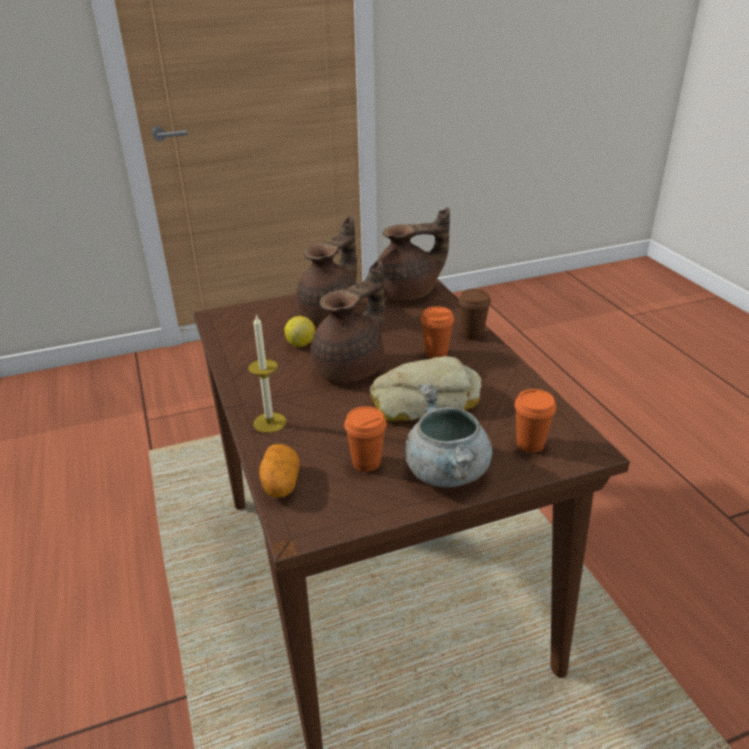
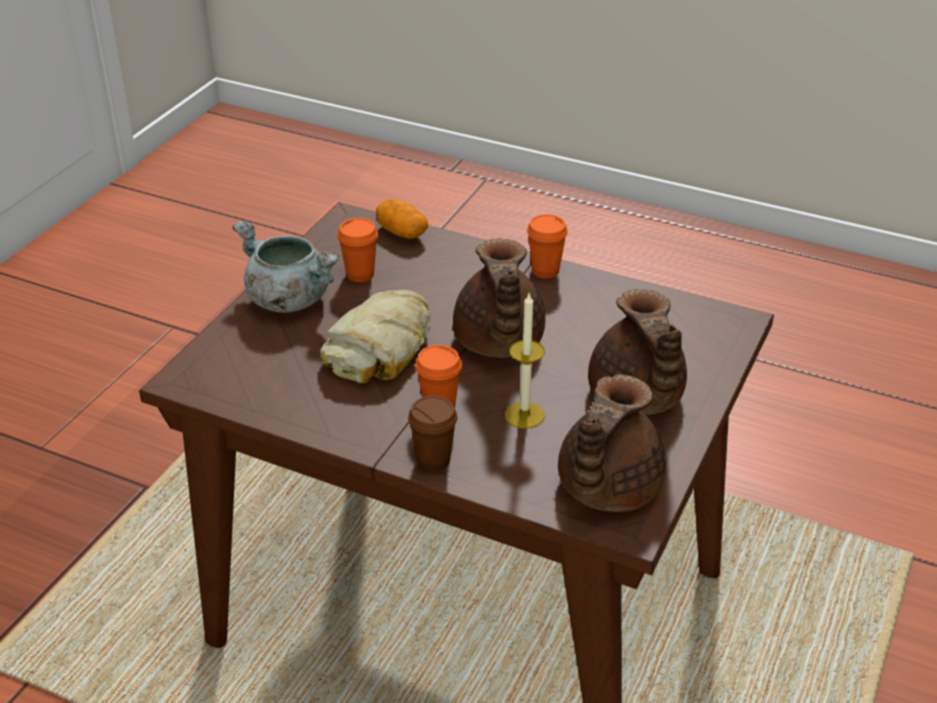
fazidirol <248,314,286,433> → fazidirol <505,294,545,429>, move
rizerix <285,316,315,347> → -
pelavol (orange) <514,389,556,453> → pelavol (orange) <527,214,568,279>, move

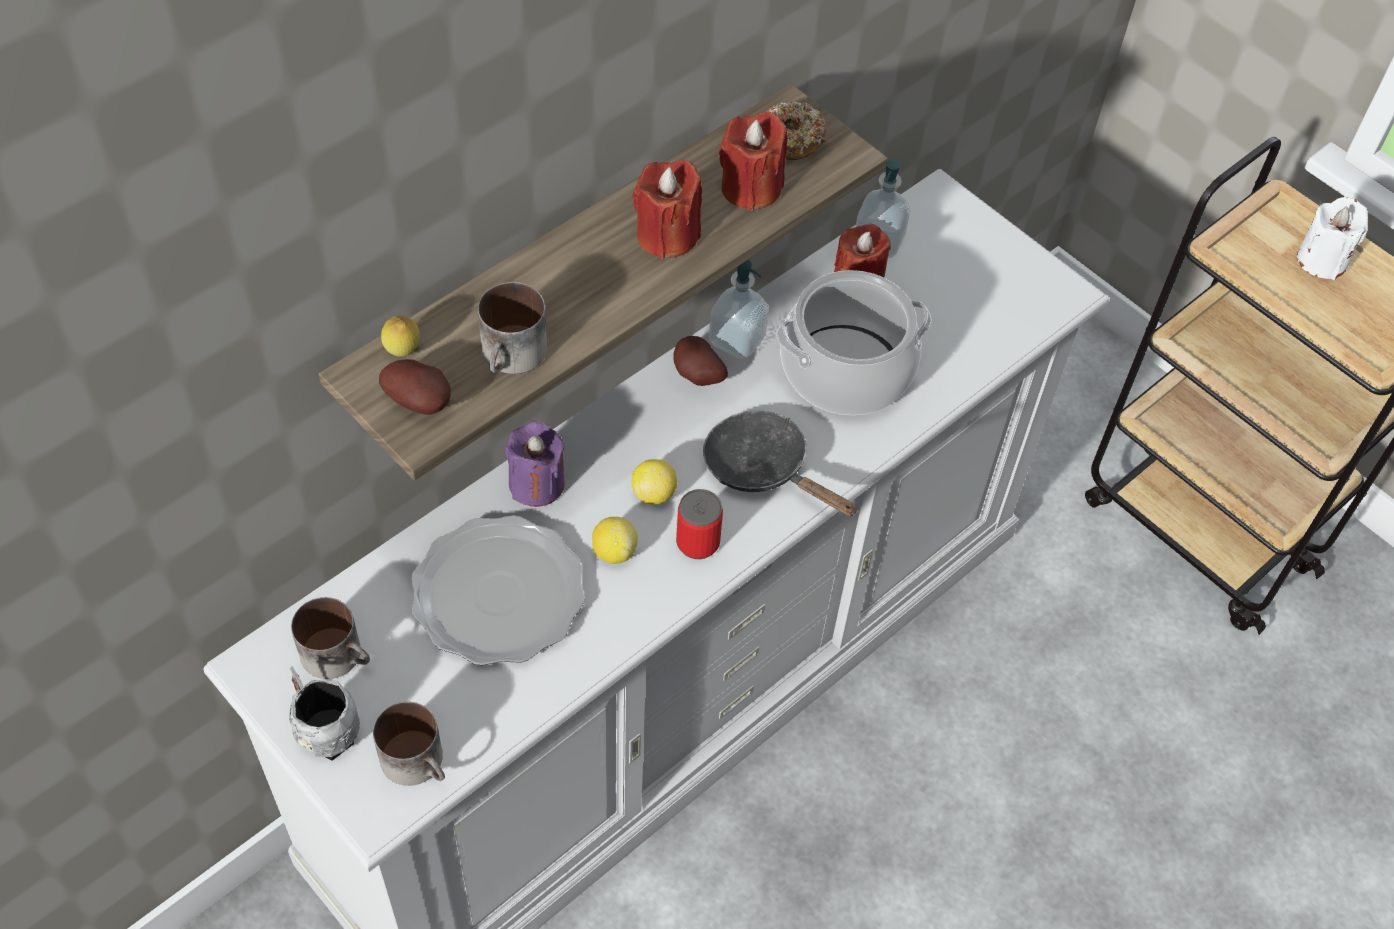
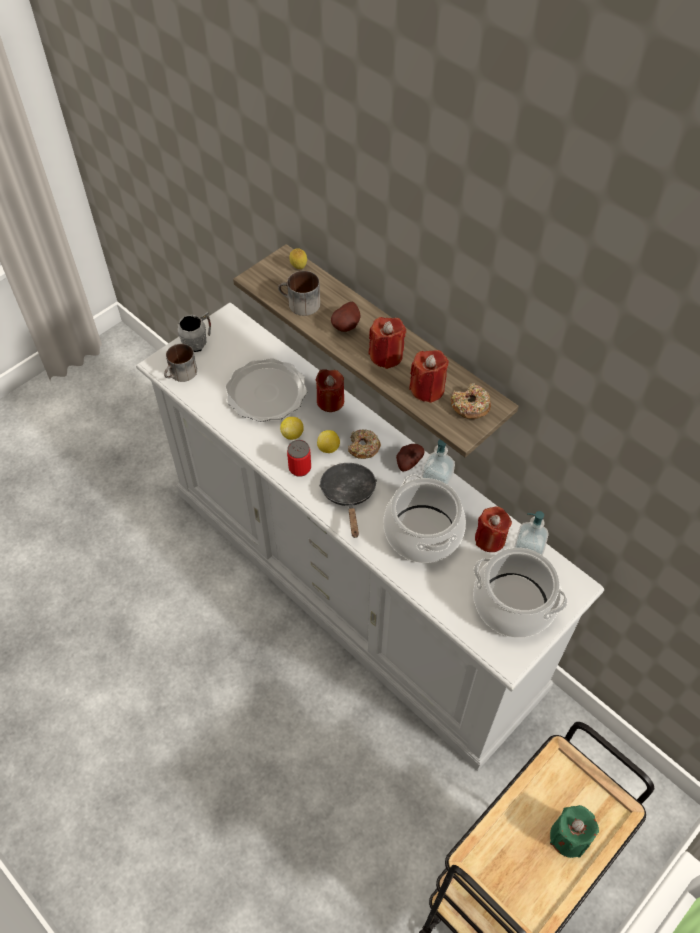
fazidirol (white) <1297,197,1368,280> → fazidirol (green) <550,805,599,858>
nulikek <379,359,451,415> → nulikek <331,302,361,332>, move
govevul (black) <703,411,858,517> → govevul (black) <319,463,377,538>, 45 degrees counterclockwise
fazidirol (purple) <505,421,565,507> → fazidirol (red) <316,370,344,412>
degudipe <291,597,370,679> → -
- → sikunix <348,429,381,459>
- → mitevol <473,548,568,638>

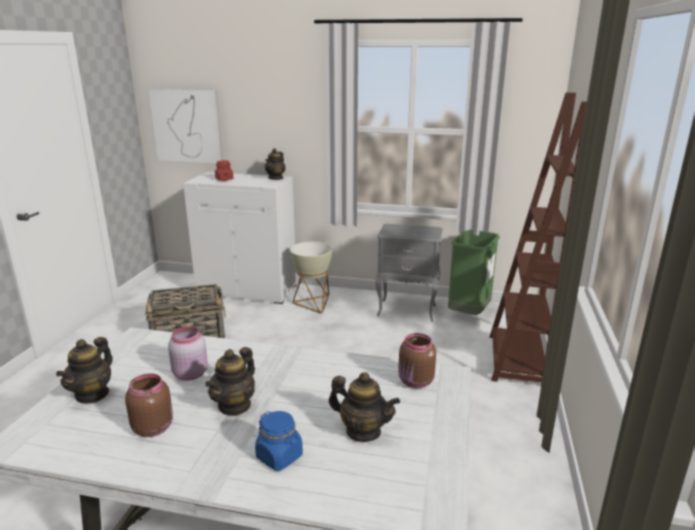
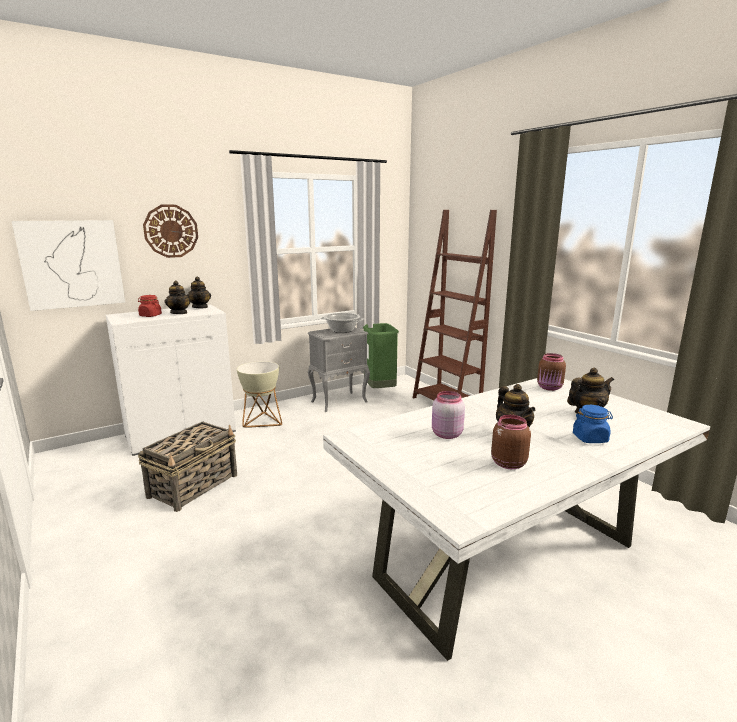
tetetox <56,337,113,404> → tetetox <165,281,191,314>, move
- → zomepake <143,205,198,258>
- → mitevol <321,313,364,333>

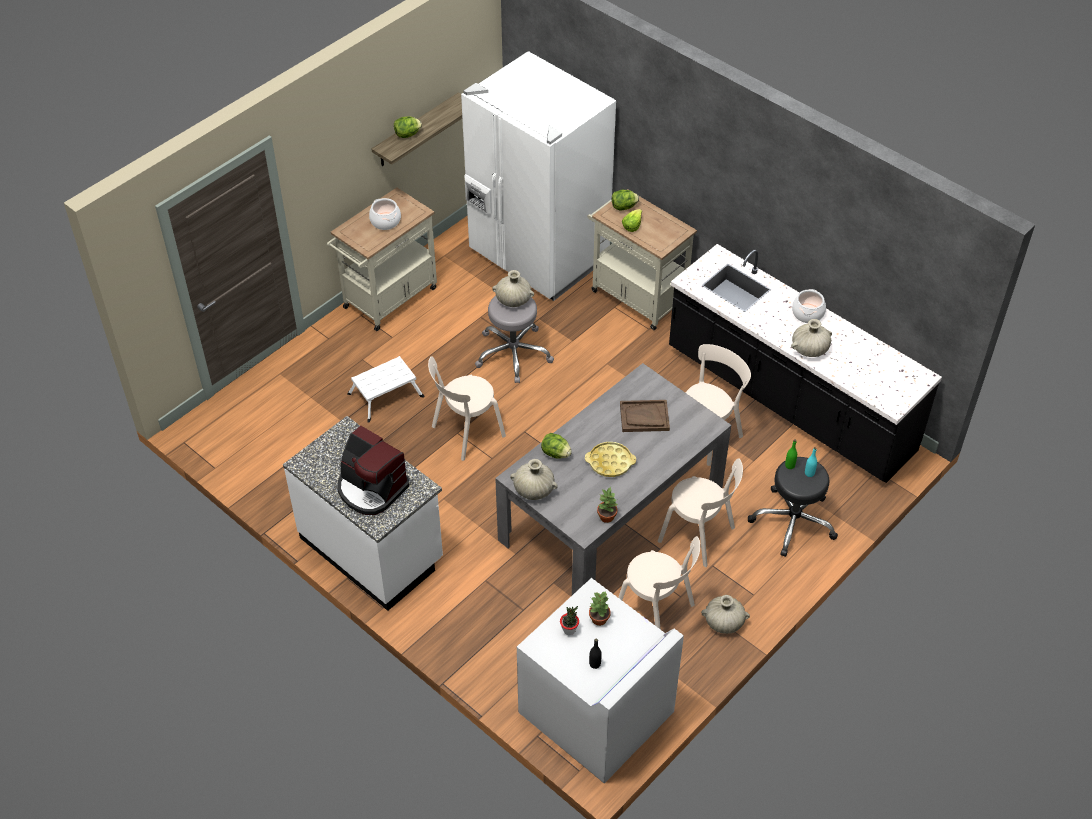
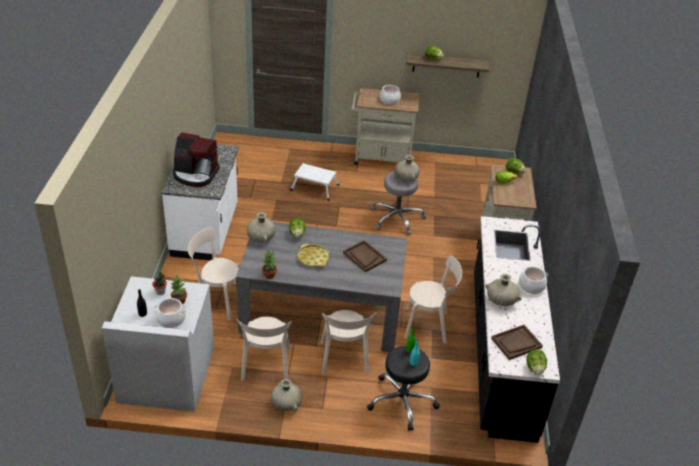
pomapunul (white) <461,51,616,301> → -
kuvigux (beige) <428,356,506,461> → kuvigux (beige) <188,228,240,321>, move
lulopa <337,425,410,515> → lulopa <173,132,220,187>, 75 degrees counterclockwise
- → mitevol <153,298,186,328>
- → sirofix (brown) <491,325,543,360>
- → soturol <526,349,547,375>

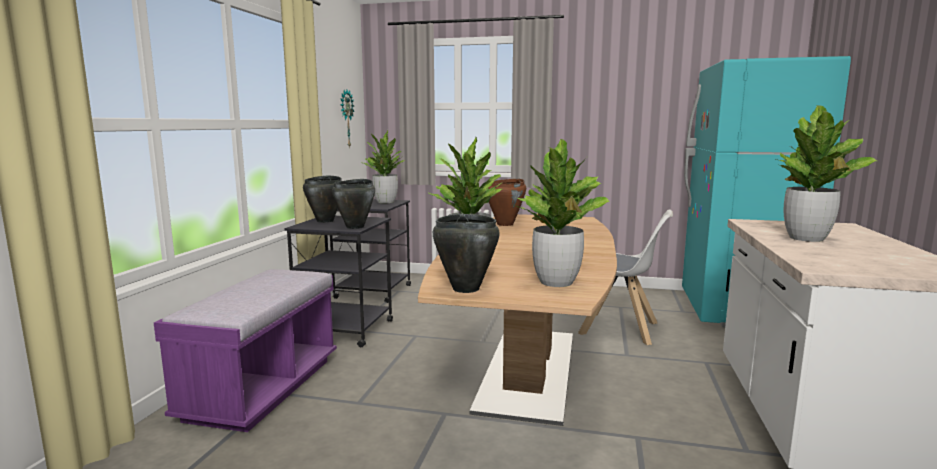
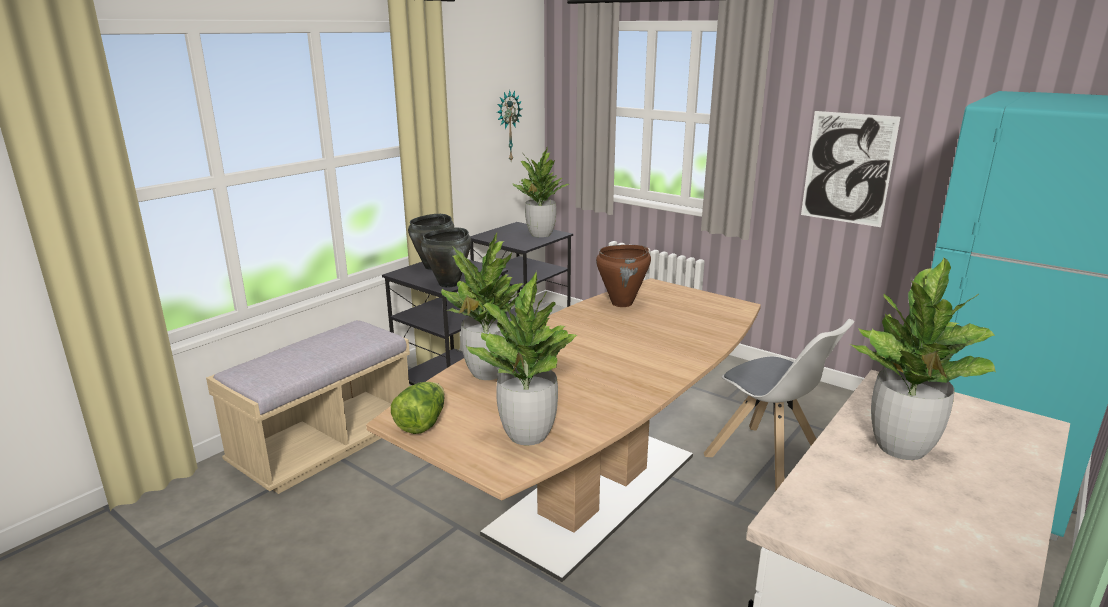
mitevol (black) <433,214,500,293> → soturol <391,382,445,434>
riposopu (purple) <154,269,337,432> → riposopu (beige) <206,320,410,494>
- → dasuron <801,111,901,227>

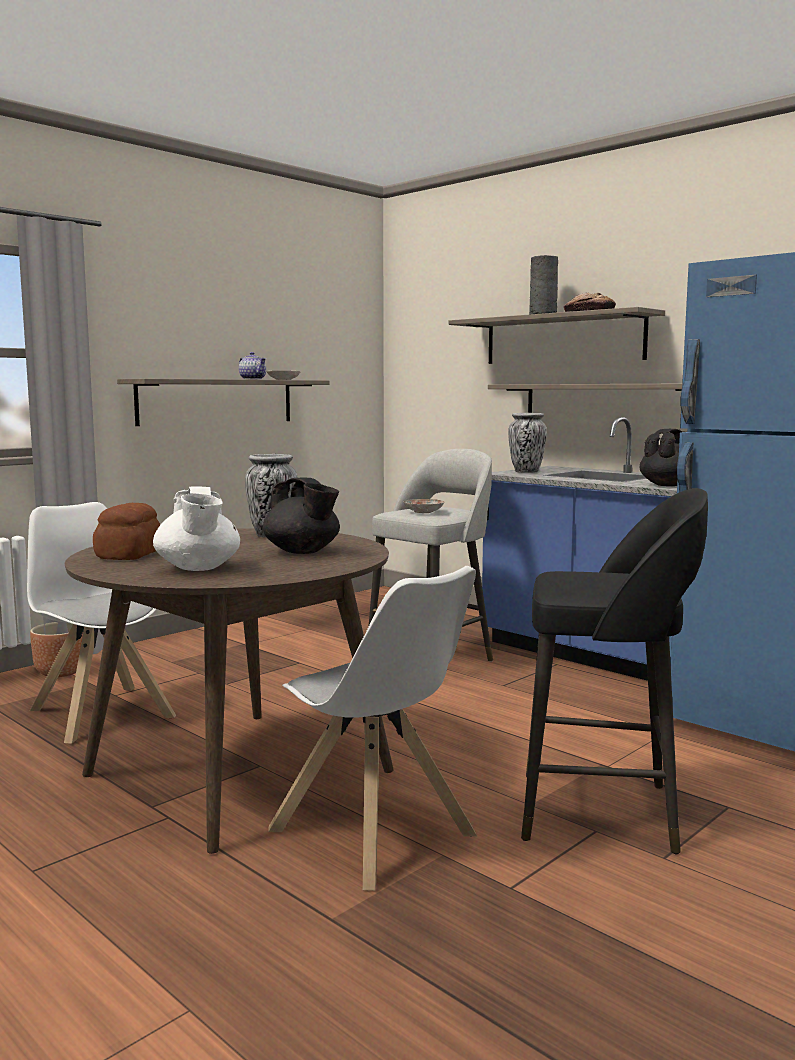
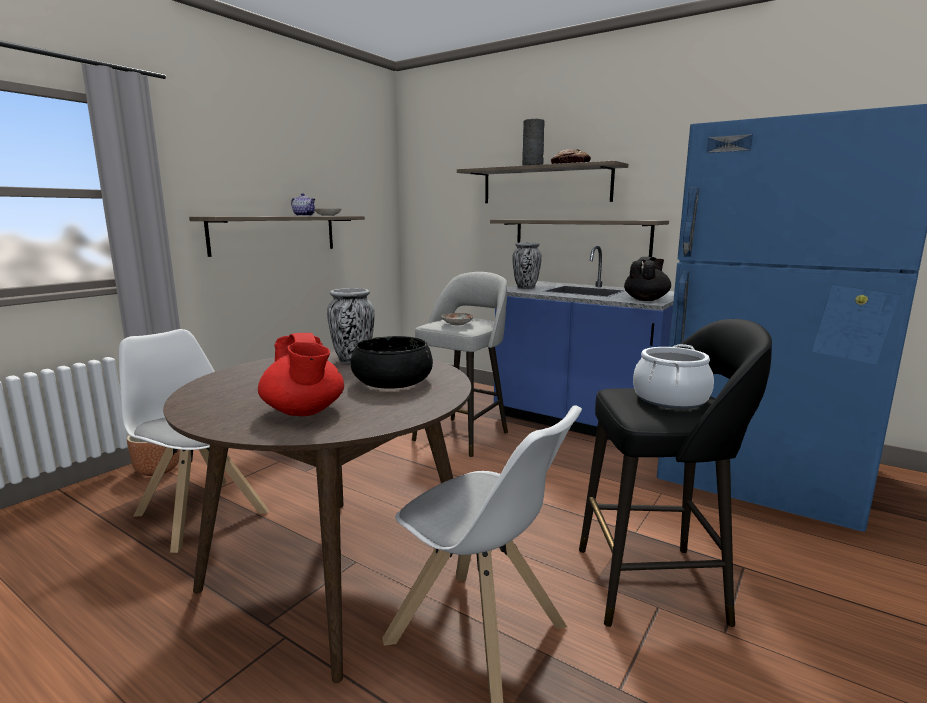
tetetox (black) <262,478,340,554> → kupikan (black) <350,336,433,389>
tetetox (white) <153,487,240,571> → tetetox (red) <258,333,344,416>
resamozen <93,503,161,560> → -
- → mitevol <633,344,714,409>

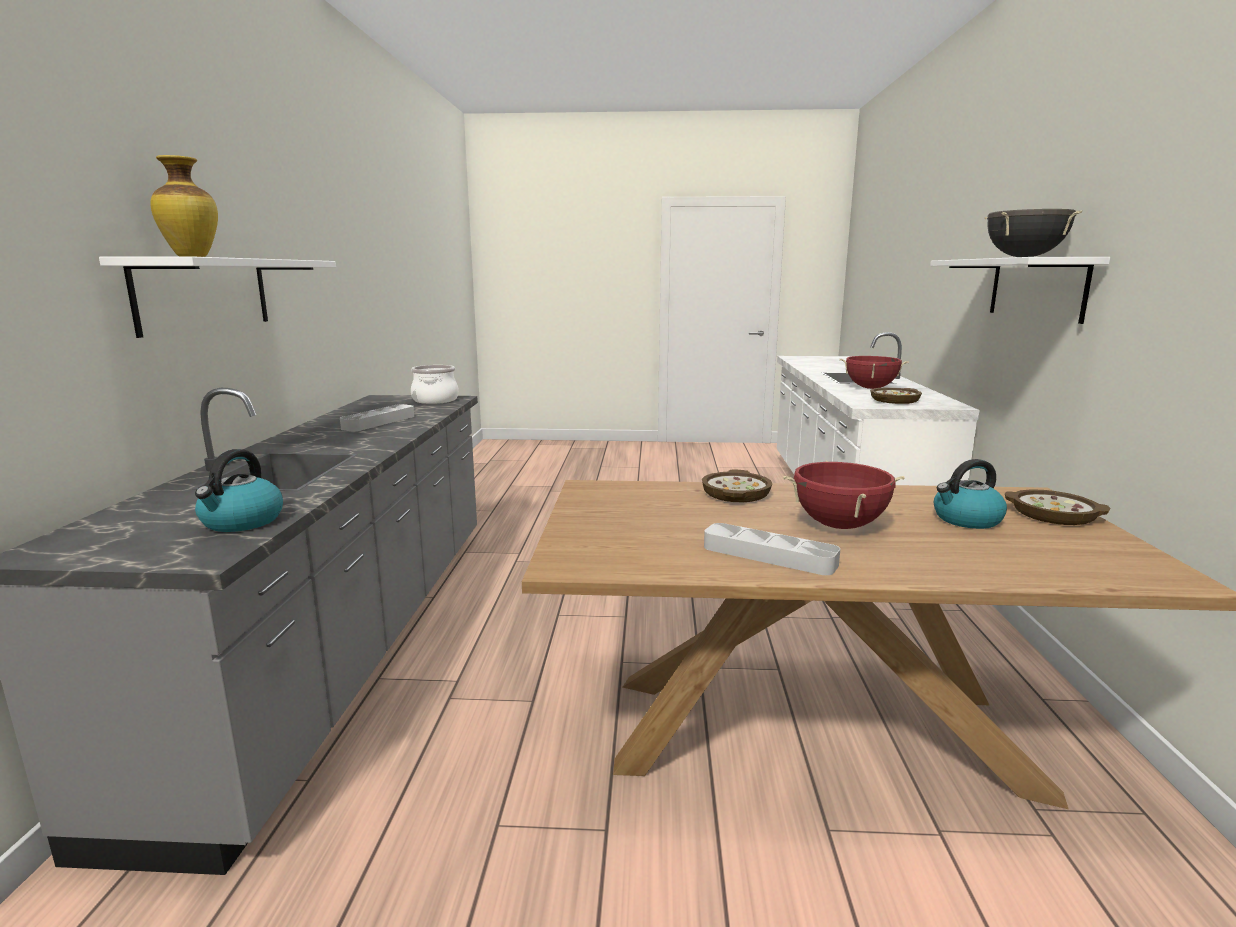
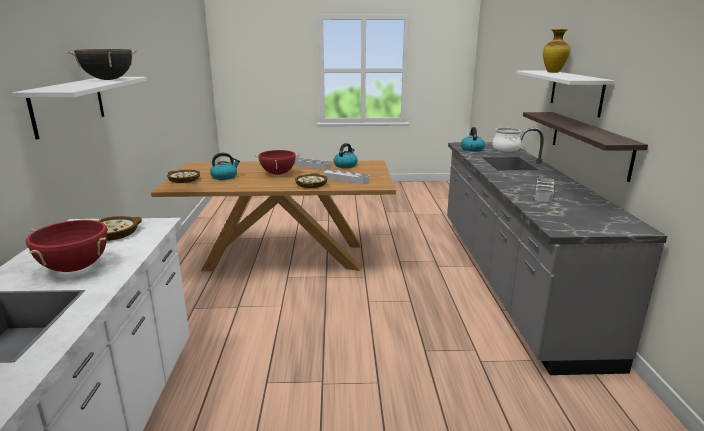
mitevol <411,365,459,404> → mitevol <492,128,521,151>, move
- → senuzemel <523,112,648,182>
- → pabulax <334,143,358,168>
- → sirofix (grey) <324,170,369,184>

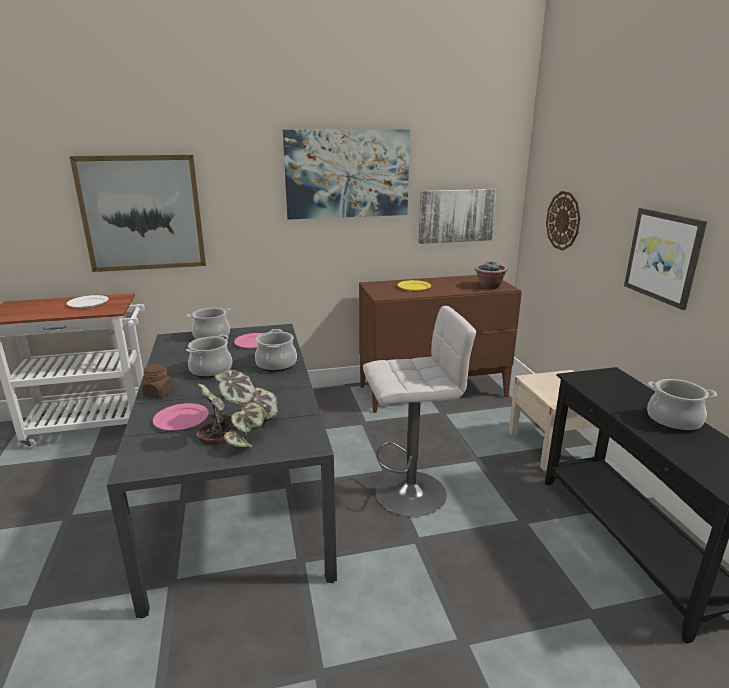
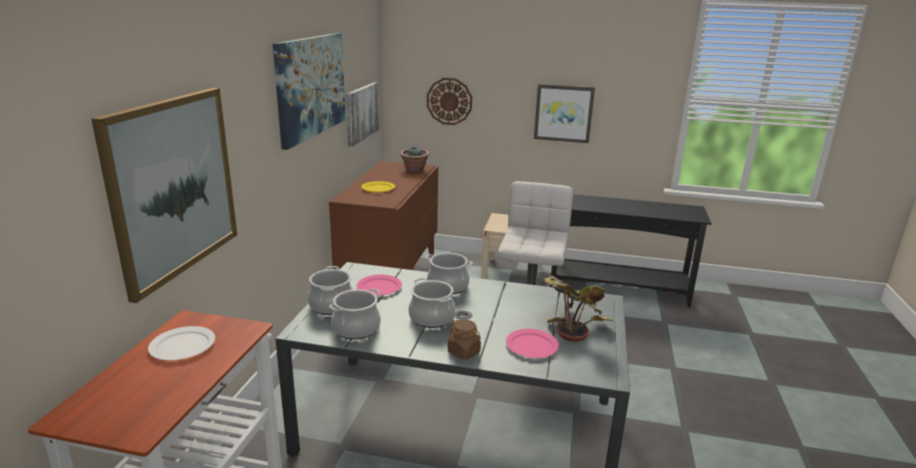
mitevol <647,379,717,431> → mitevol <329,289,381,340>, move

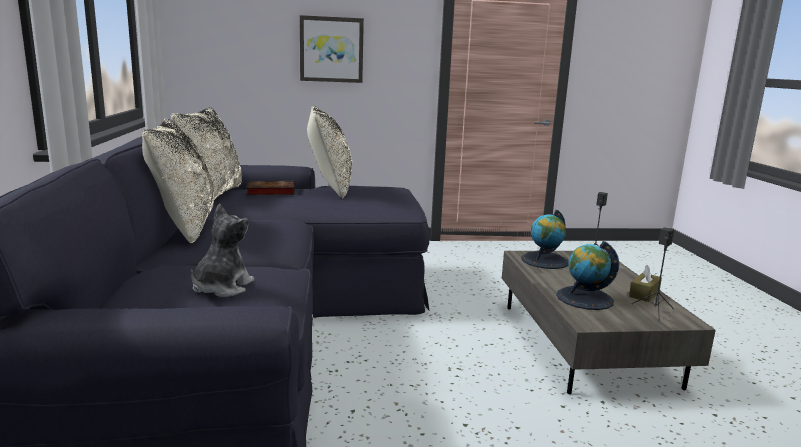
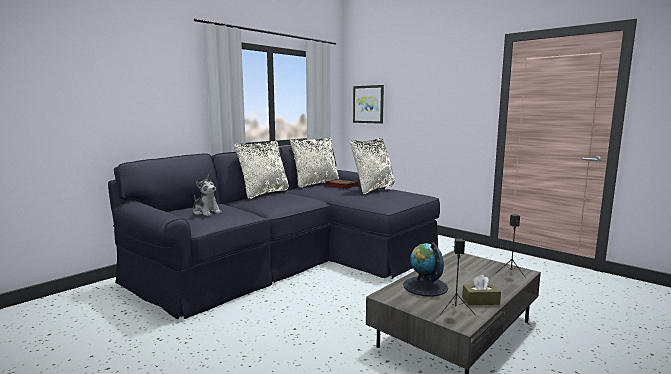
dasuron <300,15,364,83> → dasuron <353,85,384,124>, move
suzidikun <191,204,254,297> → suzidikun <193,175,222,216>, 60 degrees clockwise
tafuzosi <521,210,569,269> → -

